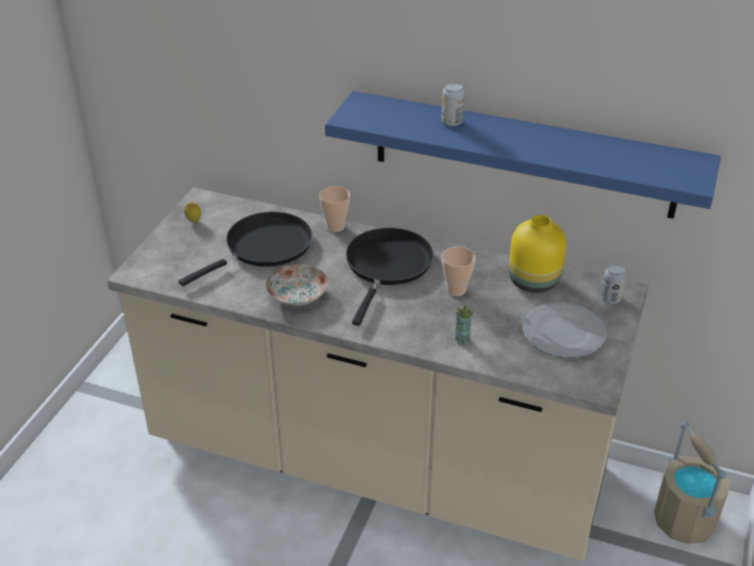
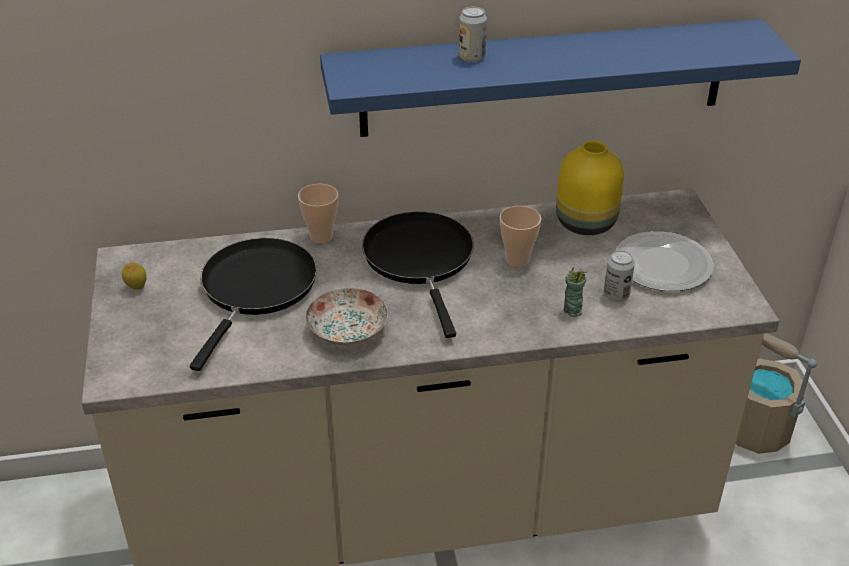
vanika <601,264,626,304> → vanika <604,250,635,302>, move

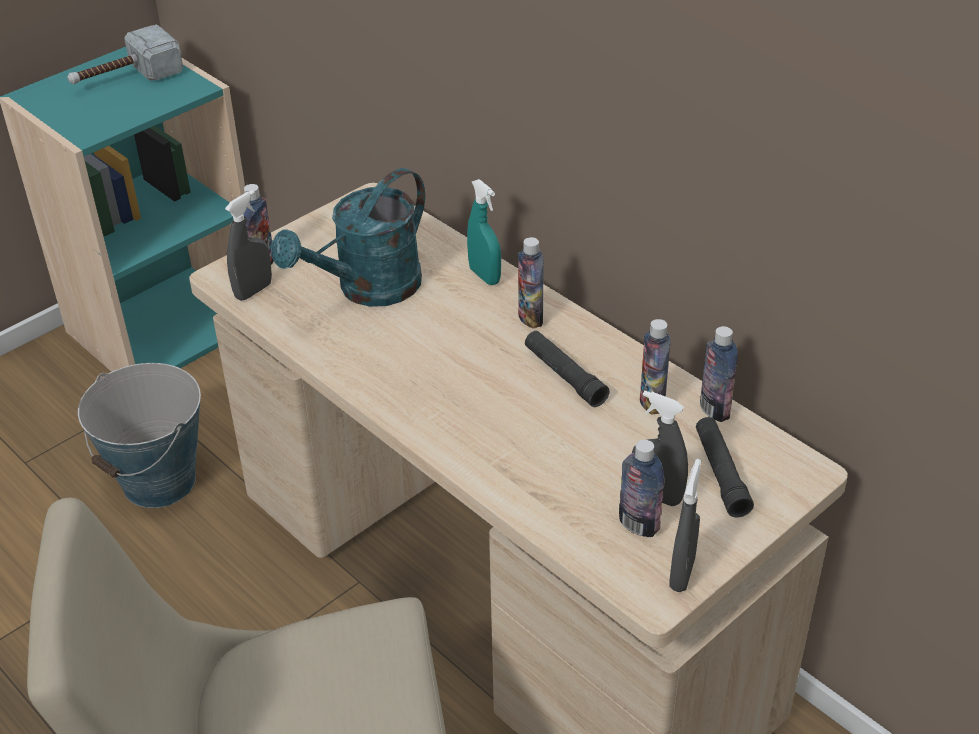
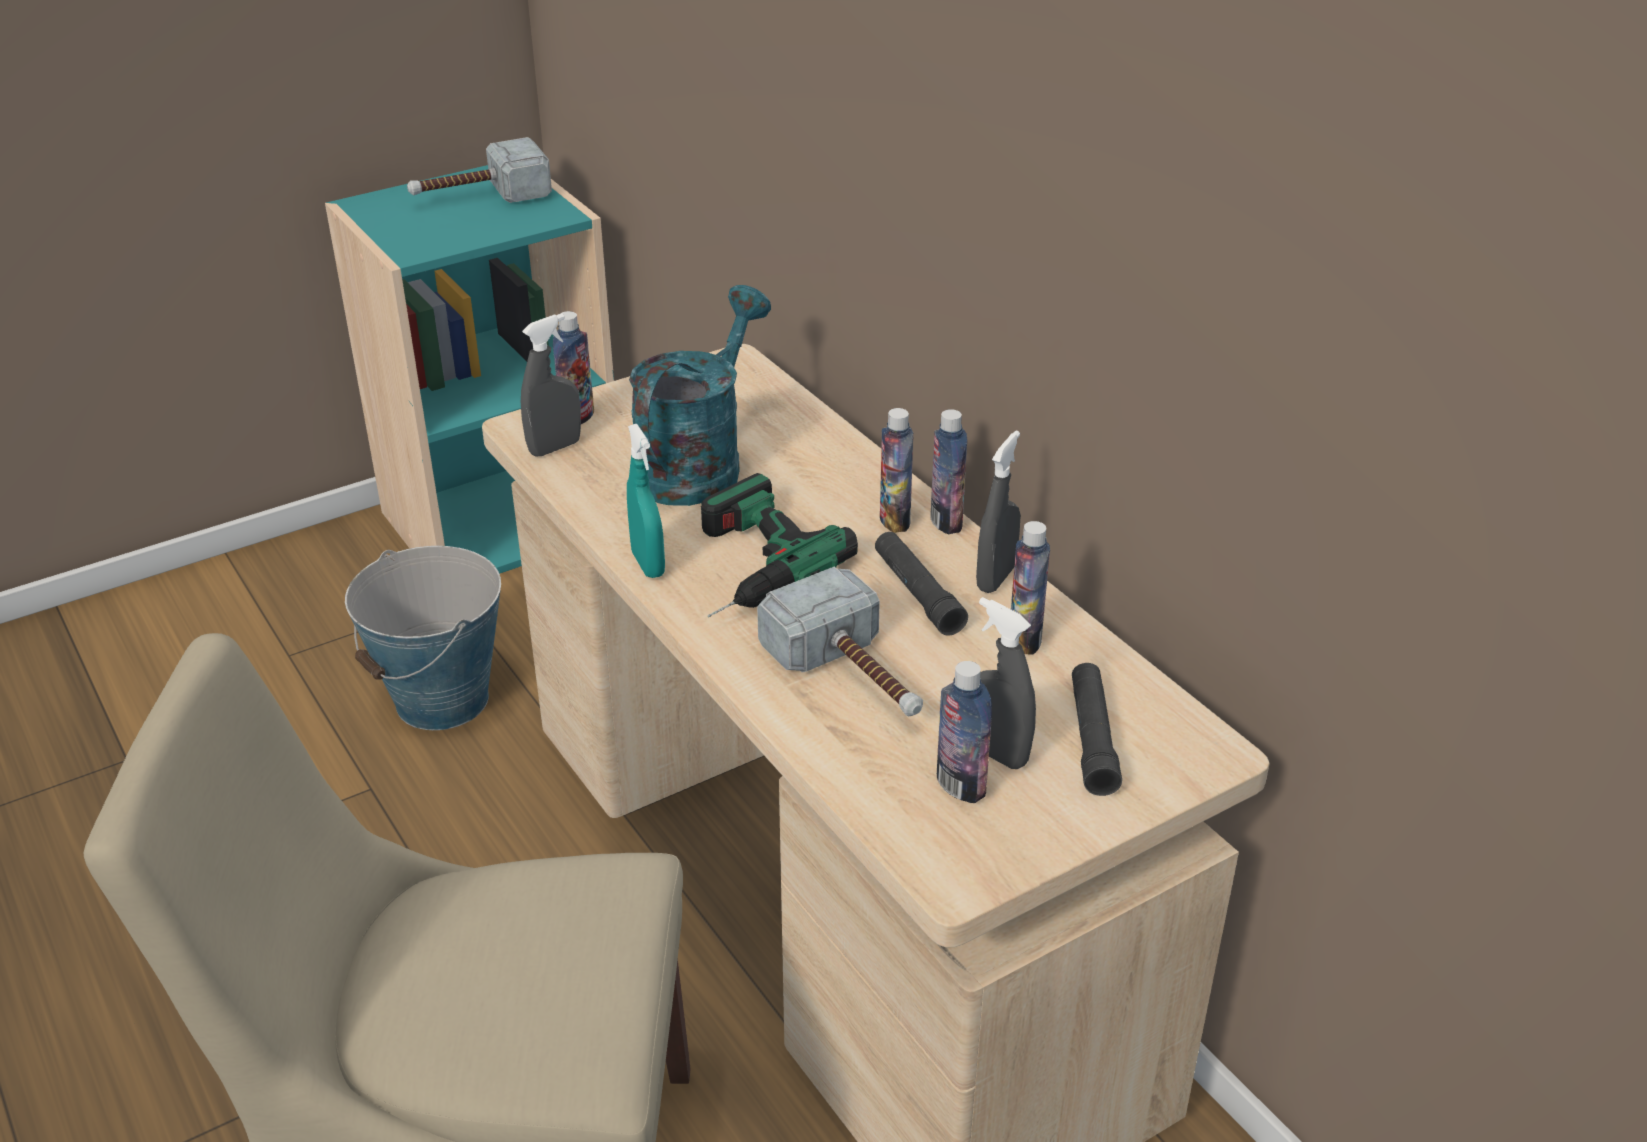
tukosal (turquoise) <271,168,425,307> → tukosal (turquoise) <629,285,771,506>, 150 degrees clockwise
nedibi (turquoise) <467,179,501,285> → nedibi (turquoise) <627,424,665,578>, move
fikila <700,326,738,422> → fikila <930,409,967,534>, move
nedibi (grey) <669,459,701,592> → nedibi (grey) <976,431,1021,593>, move
- → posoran <701,473,858,617>
- → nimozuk <757,567,923,716>

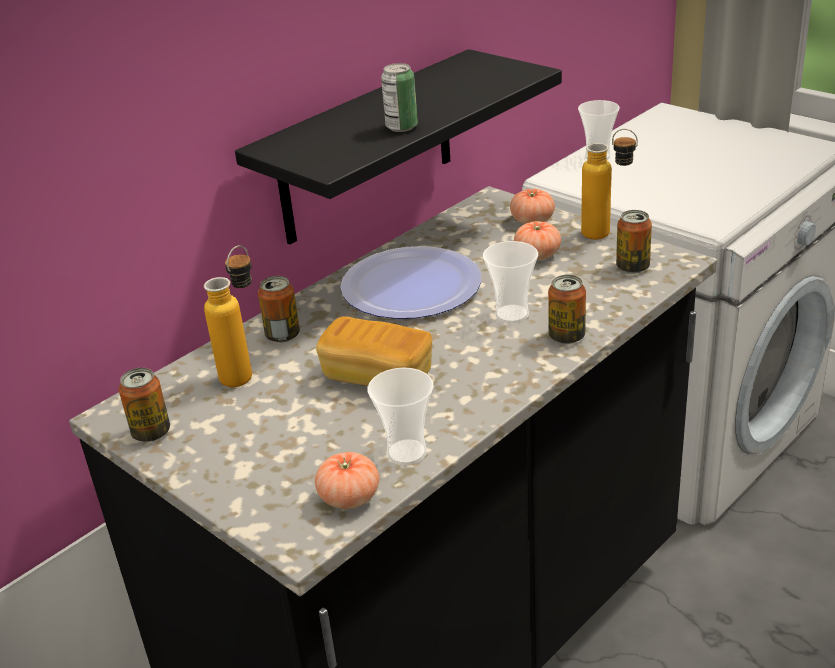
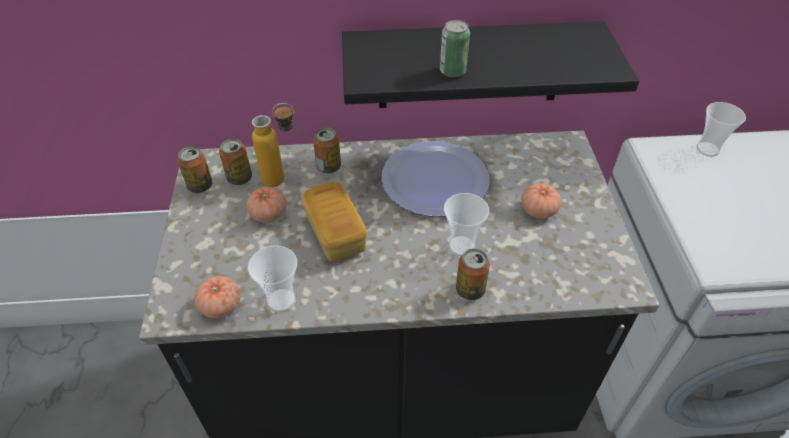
fikila <581,129,638,240> → -
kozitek <510,189,555,224> → kozitek <247,187,286,222>, move
vanika <616,210,652,273> → vanika <219,138,252,185>, move

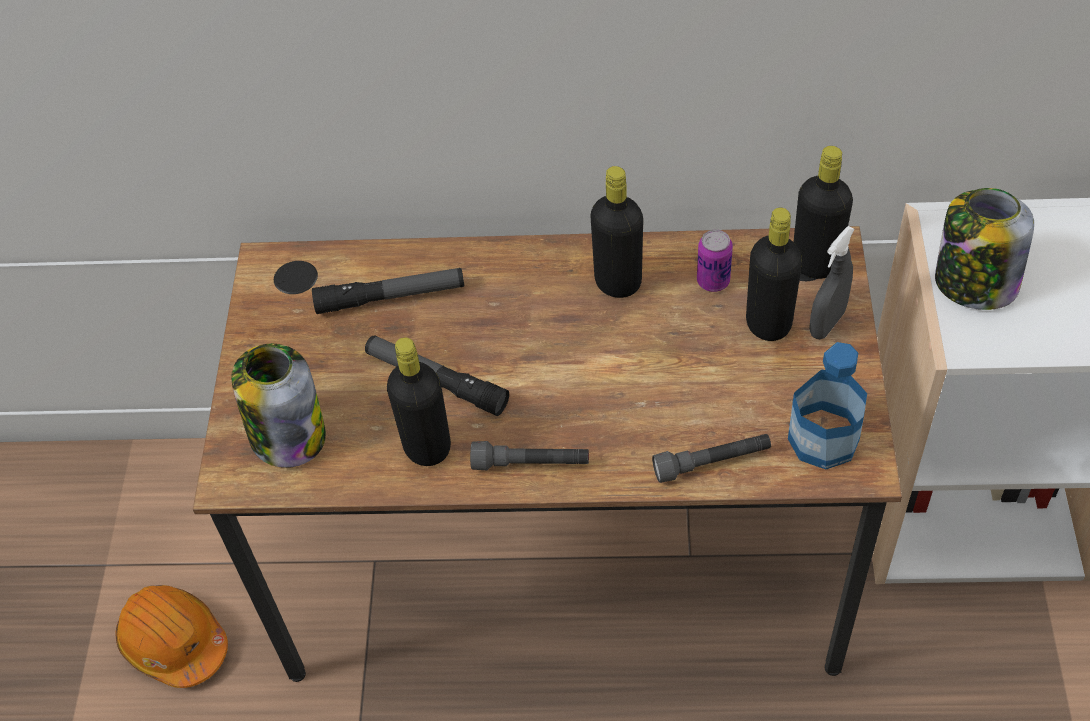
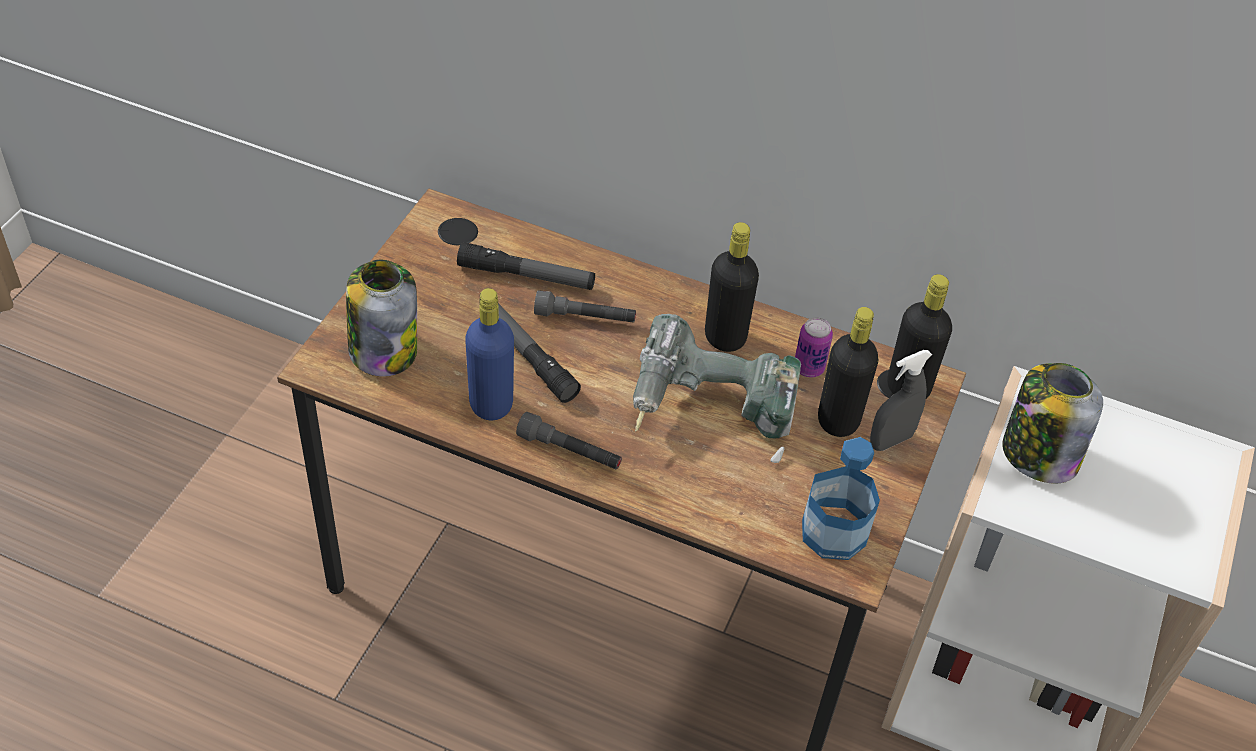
fikila (black) <387,338,451,466> → fikila (blue) <465,288,514,420>
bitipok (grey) <652,434,771,483> → bitipok (grey) <534,290,636,323>, move
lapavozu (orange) <116,585,228,688> → -
- → posoran <633,314,801,463>

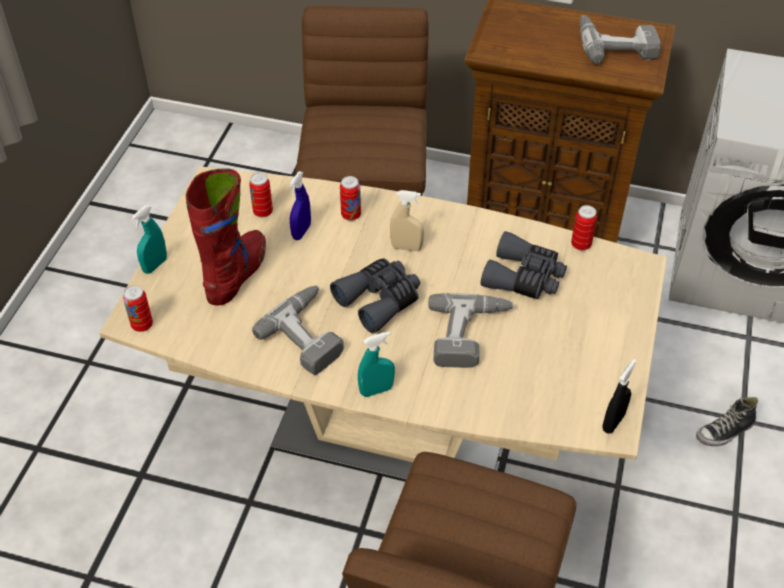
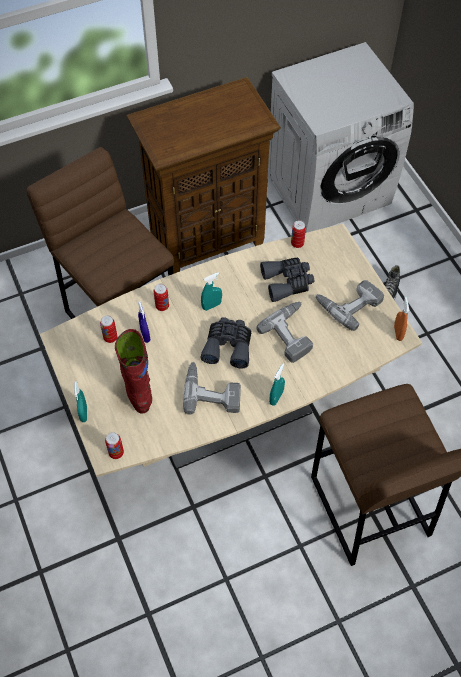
posoran <580,15,661,64> → posoran <316,280,384,331>, move
nedibi (beige) <390,190,424,251> → nedibi (turquoise) <201,272,222,311>
nedibi (black) <602,359,637,434> → nedibi (orange) <394,296,409,341>

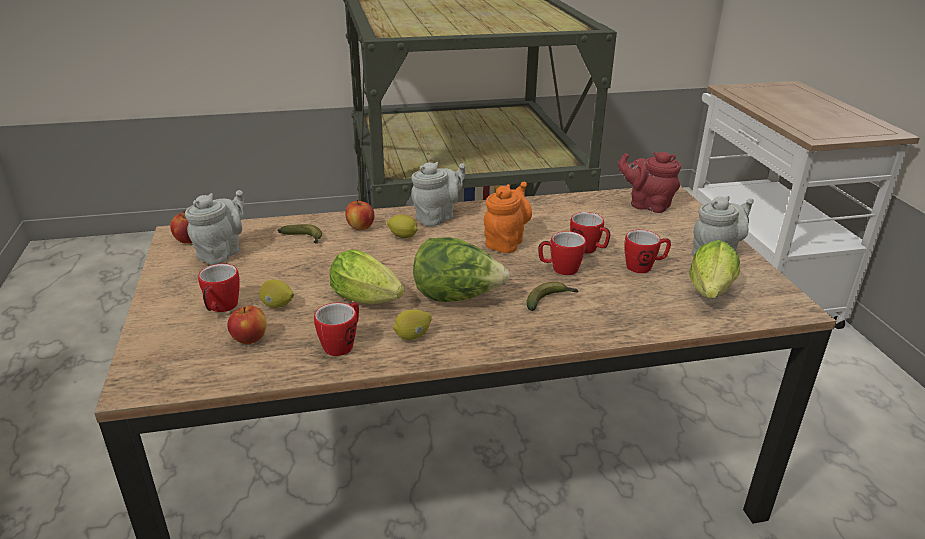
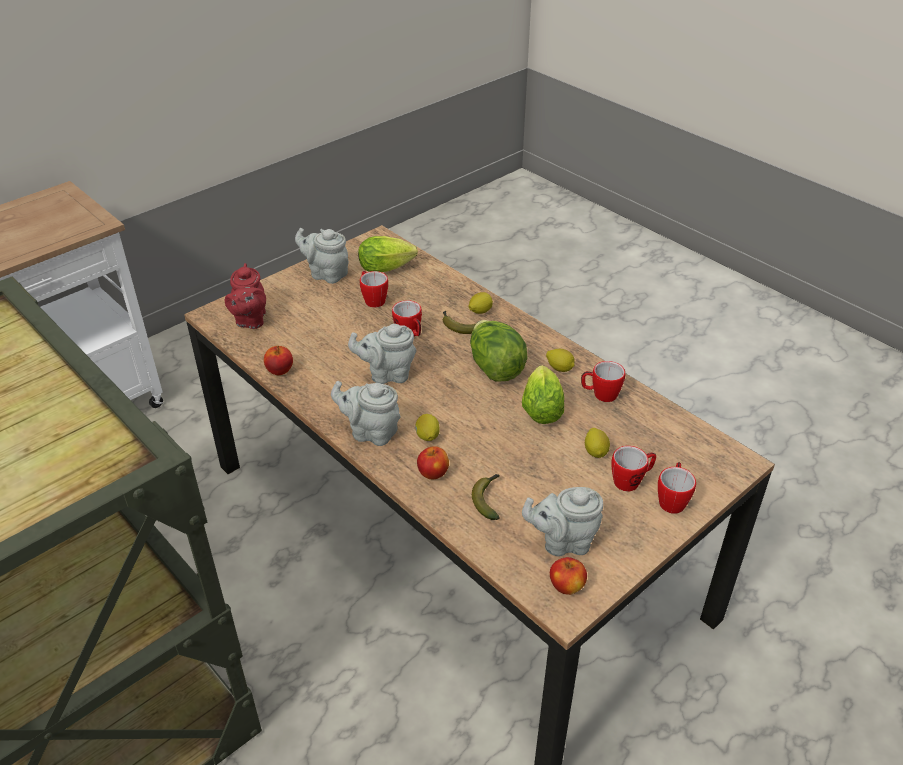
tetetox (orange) <484,182,532,253> → tetetox (grey) <348,324,416,384>
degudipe <570,212,610,254> → degudipe <658,462,696,514>, move
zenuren <227,306,267,344> → zenuren <264,346,293,375>, move
- → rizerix <468,292,493,314>

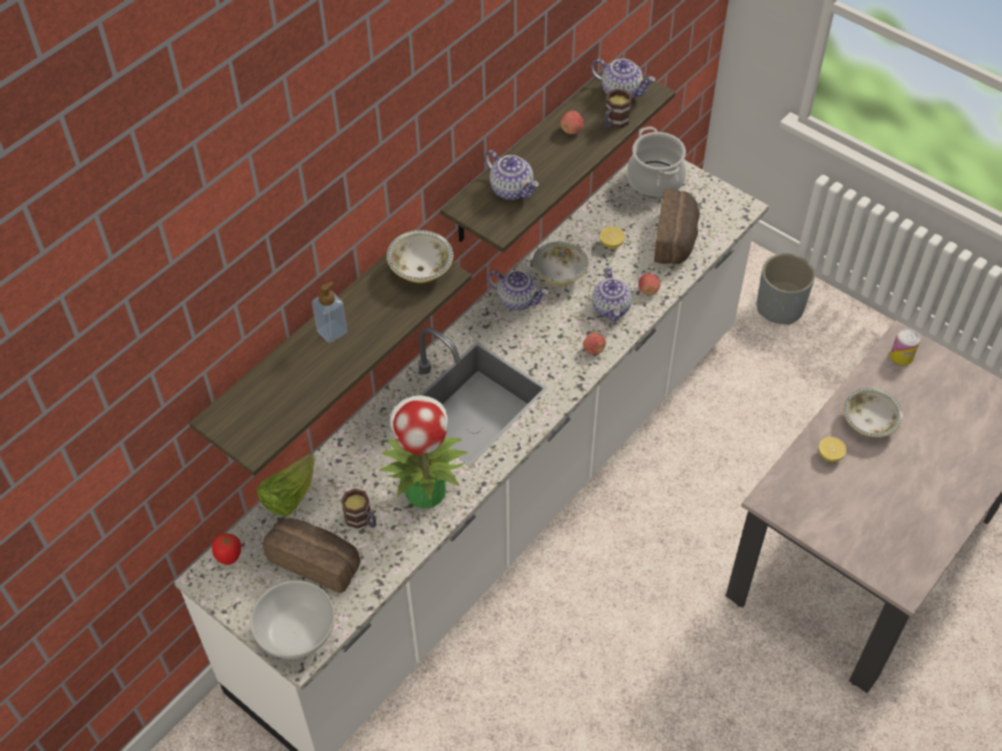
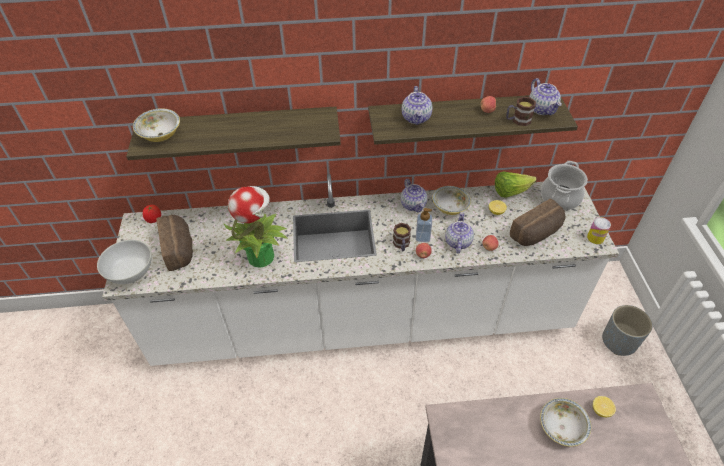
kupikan <387,230,453,283> → kupikan <133,108,180,142>, move
tetetox <592,267,632,322> → tetetox <445,212,474,254>, 150 degrees clockwise
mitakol <312,282,348,343> → mitakol <416,208,432,242>, move
vanika <890,328,921,365> → vanika <587,217,611,244>, move
rizerix <819,437,847,462> → rizerix <593,396,616,417>, move
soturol <257,454,315,516> → soturol <495,171,537,198>, move
degudipe <341,488,376,529> → degudipe <393,223,411,251>, move

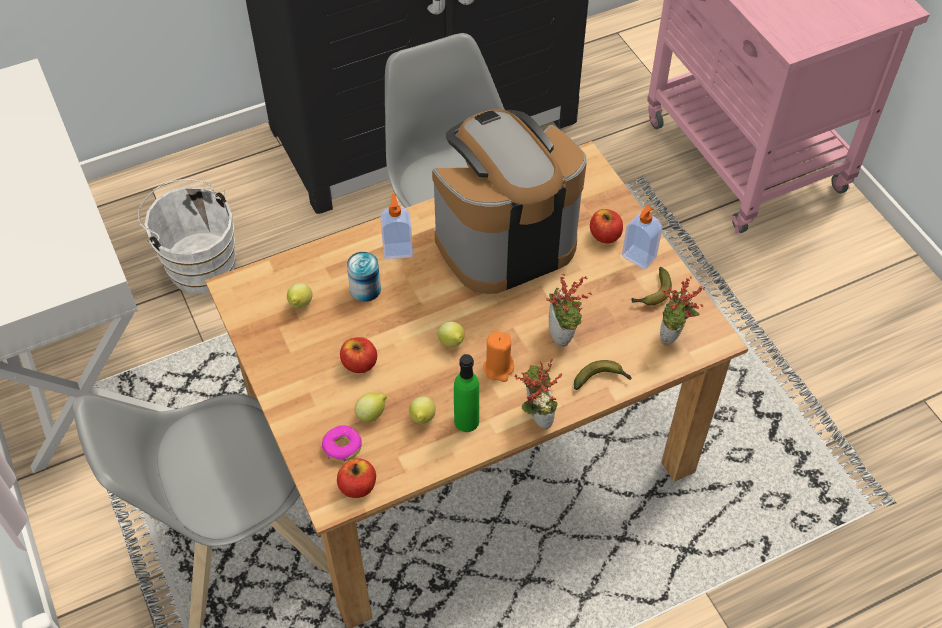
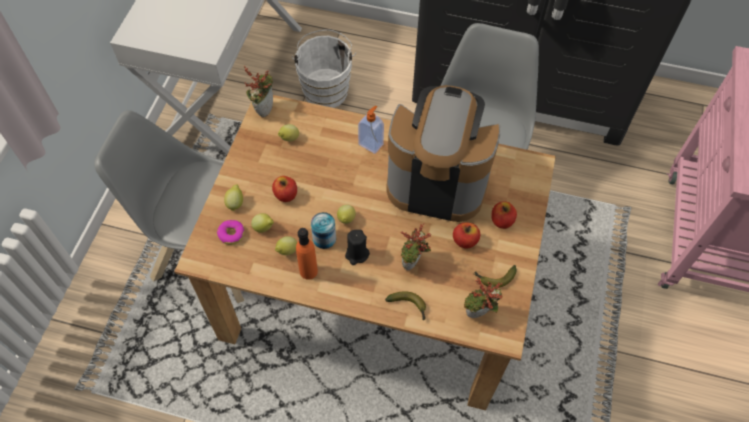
mitakol <622,205,662,270> → -
vanika <347,252,381,302> → vanika <311,212,336,249>, move
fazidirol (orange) <483,331,514,382> → fazidirol (black) <345,230,370,265>
fikila (green) <454,354,479,432> → fikila (orange) <296,228,318,280>
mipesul <514,358,562,430> → mipesul <244,66,273,117>, move
zenuren <337,458,376,498> → zenuren <453,222,480,249>, move
- → rizerix <224,185,243,211>

